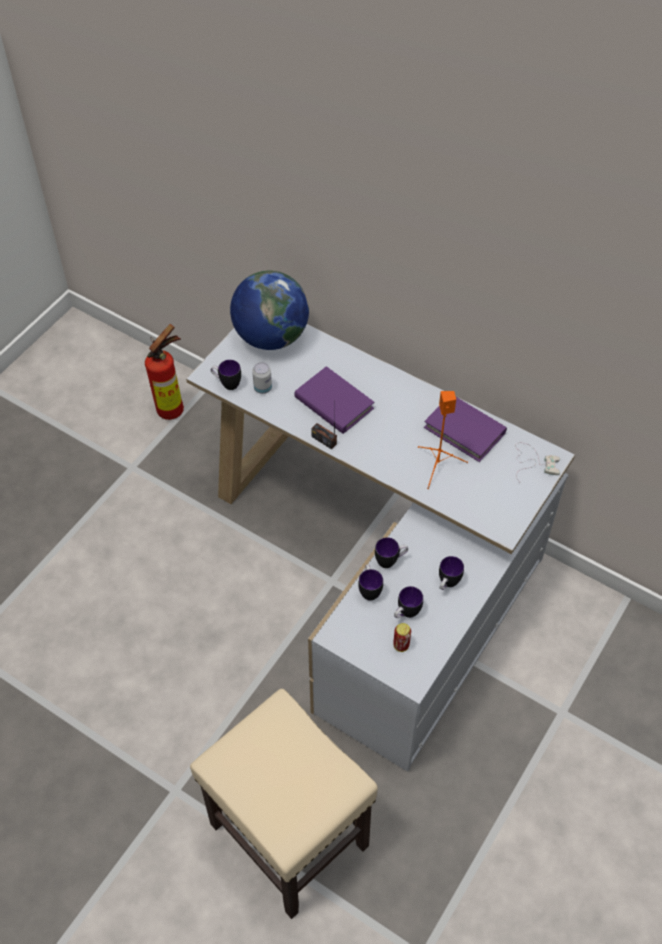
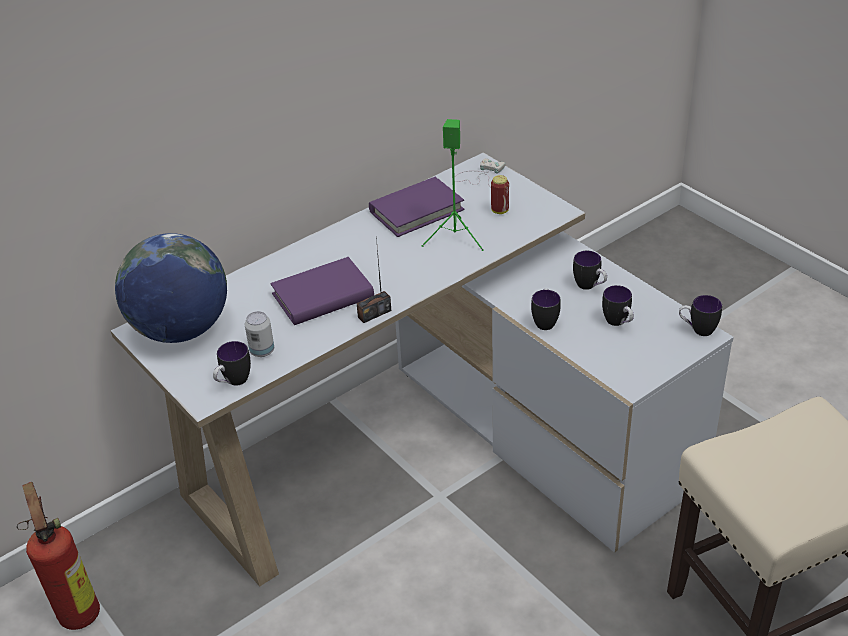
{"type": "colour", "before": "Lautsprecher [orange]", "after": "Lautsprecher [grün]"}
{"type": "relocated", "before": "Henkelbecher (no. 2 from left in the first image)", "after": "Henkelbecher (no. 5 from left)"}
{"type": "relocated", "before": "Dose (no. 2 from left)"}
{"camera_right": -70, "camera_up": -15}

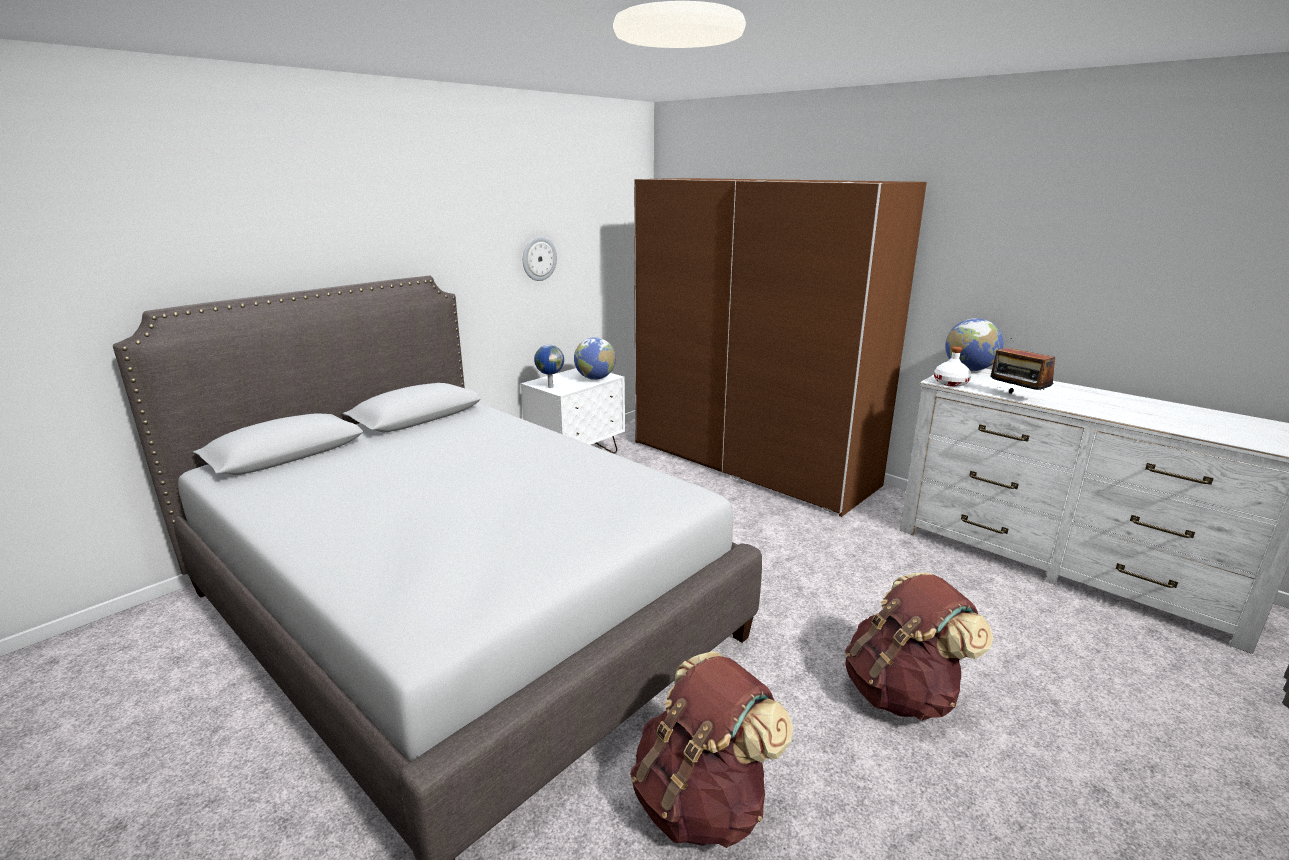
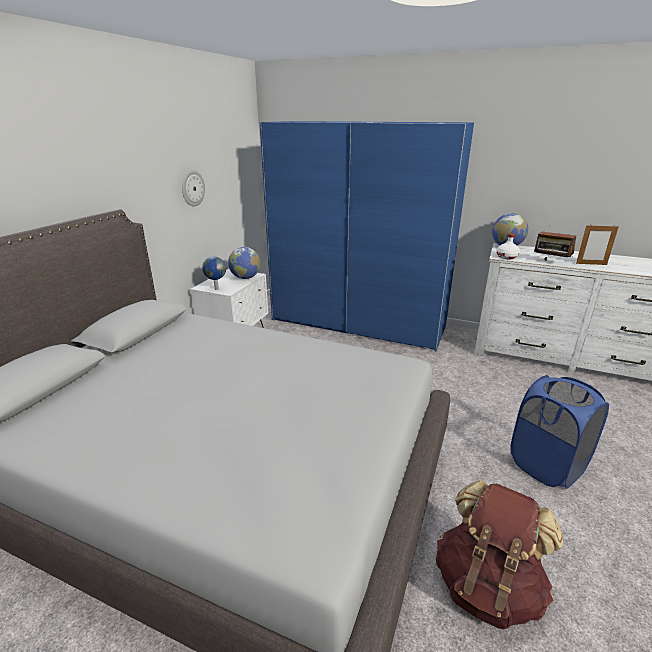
{"type": "colour", "before": "Kleiderschrank [braun]", "after": "Kleiderschrank [blau]"}
{"type": "exchanged", "before": "Rucksack [braun] (no. 2 from left)", "after": "Wäschekorb [blau]"}
{"type": "appeared", "after": "Bilderrahmen"}
{"camera_right": -20, "camera_up": 5}

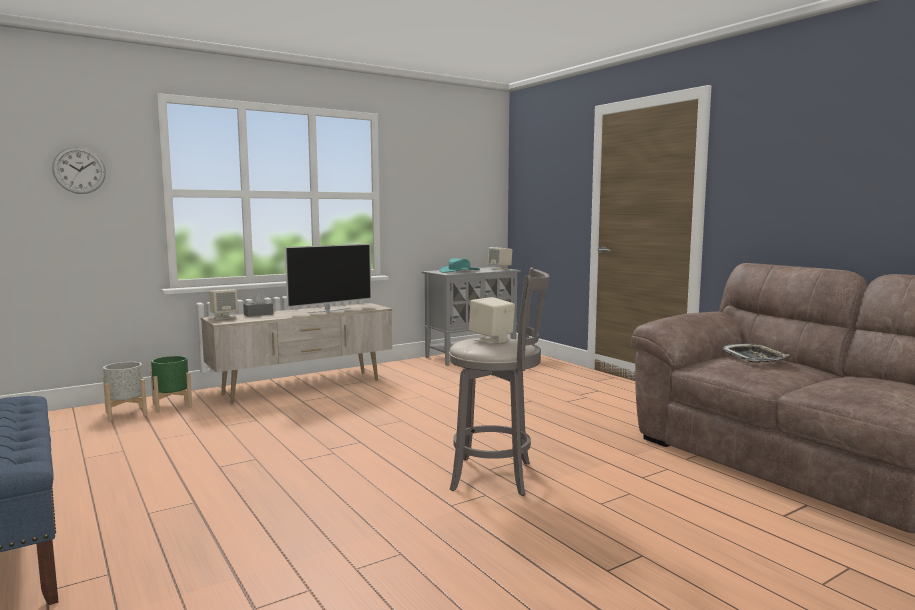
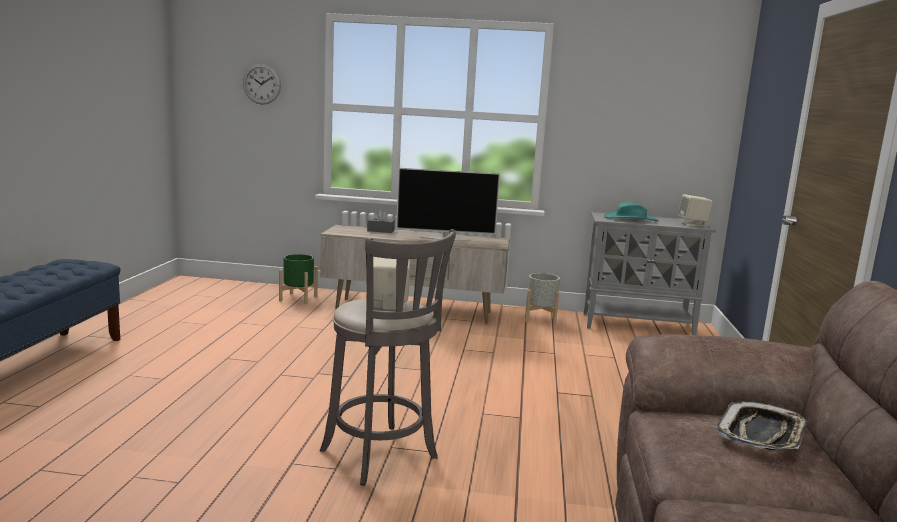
{"type": "missing", "before": "Lautsprecher [beige] (no. 1 from left)"}
{"type": "relocated", "before": "Pflanzkübel [grau]"}
{"camera_right": 40, "camera_up": 5}

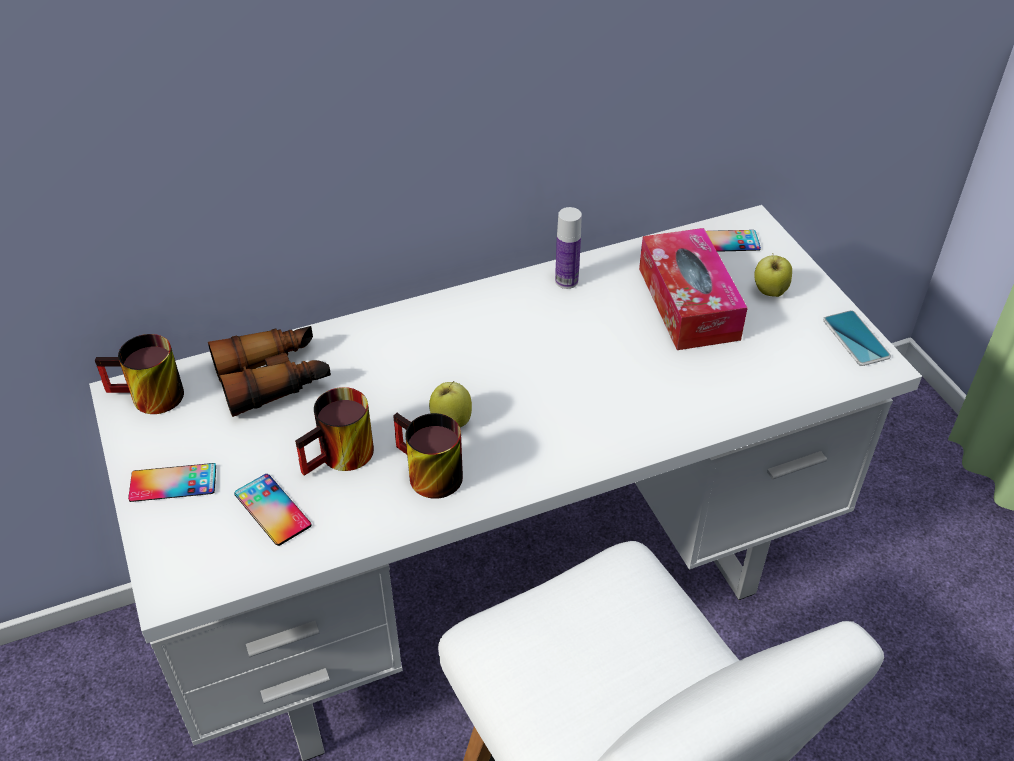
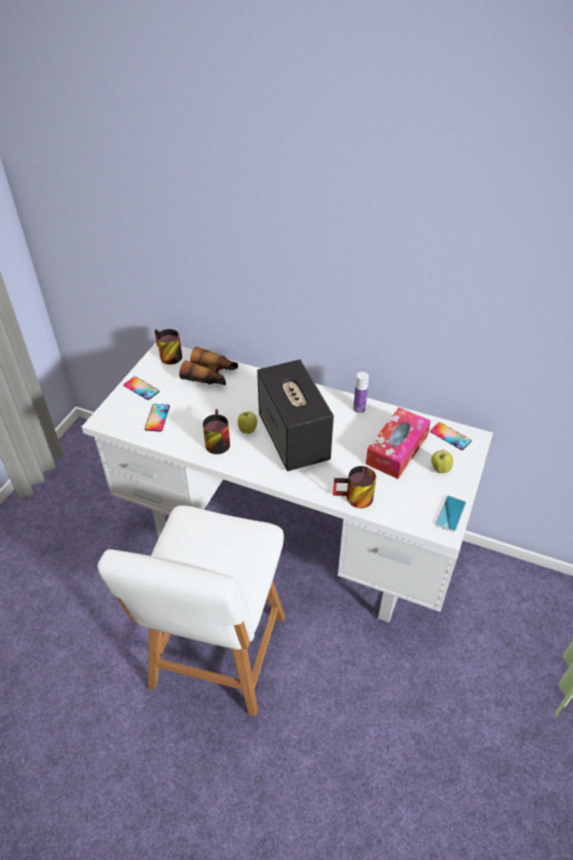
{"type": "relocated", "before": "Henkelbecher (no. 2 from left in the first image)", "after": "Henkelbecher (no. 3 from left)"}
{"type": "appeared", "after": "Lautsprecher"}
{"camera_right": 45, "camera_up": 0}

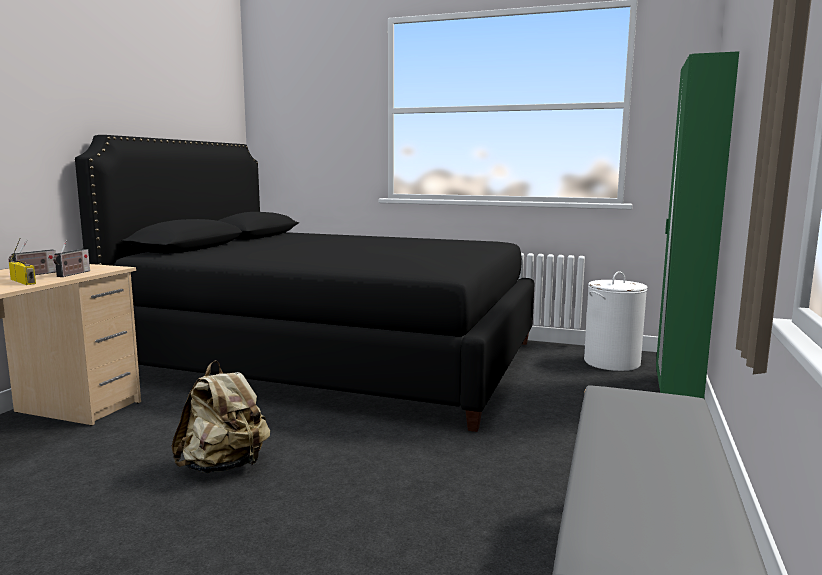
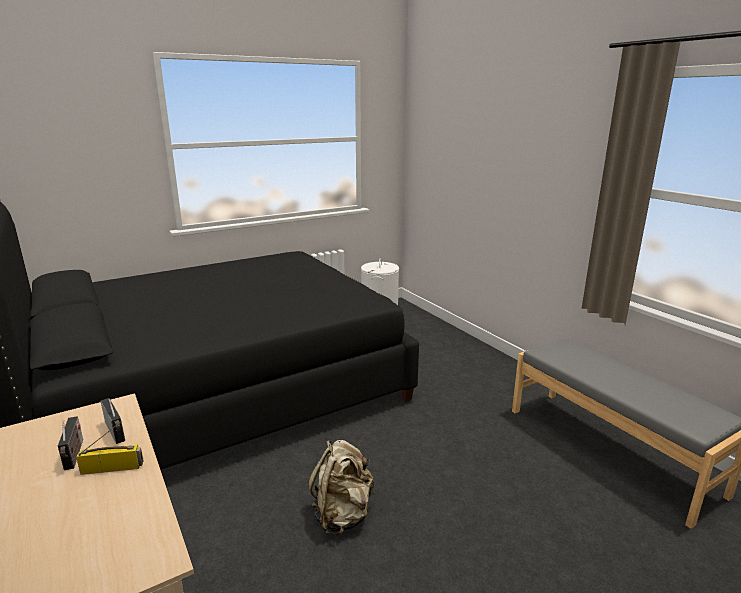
{"type": "missing", "before": "Kleiderschrank [grün]"}
{"camera_right": -50, "camera_up": 10}

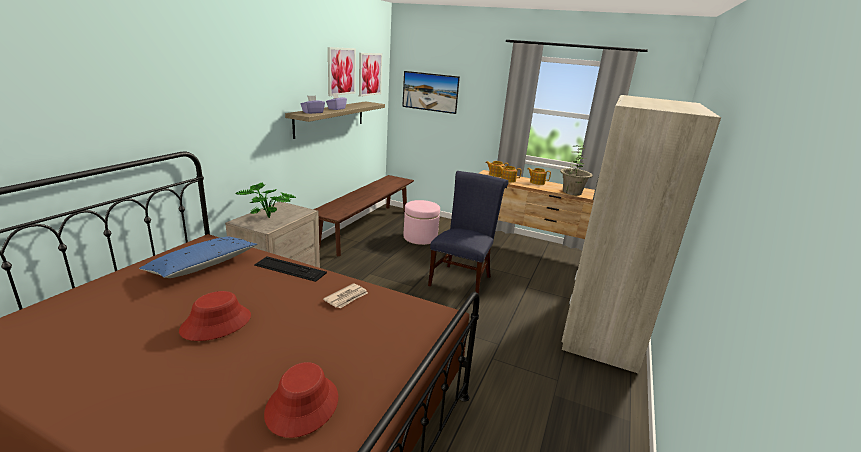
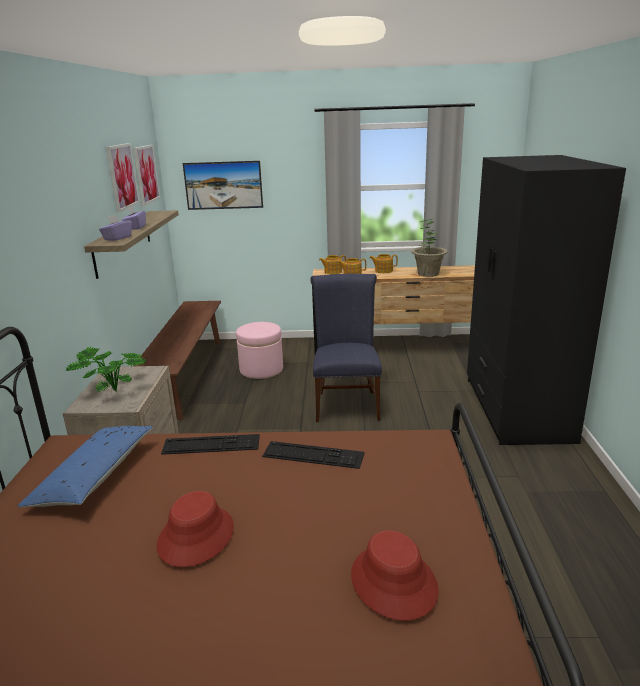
{"type": "colour", "before": "Kleiderschrank [beige]", "after": "Kleiderschrank [schwarz]"}
{"type": "exchanged", "before": "Zeitung", "after": "Tastatur (no. 2 from left)"}
{"camera_right": -20, "camera_up": 0}

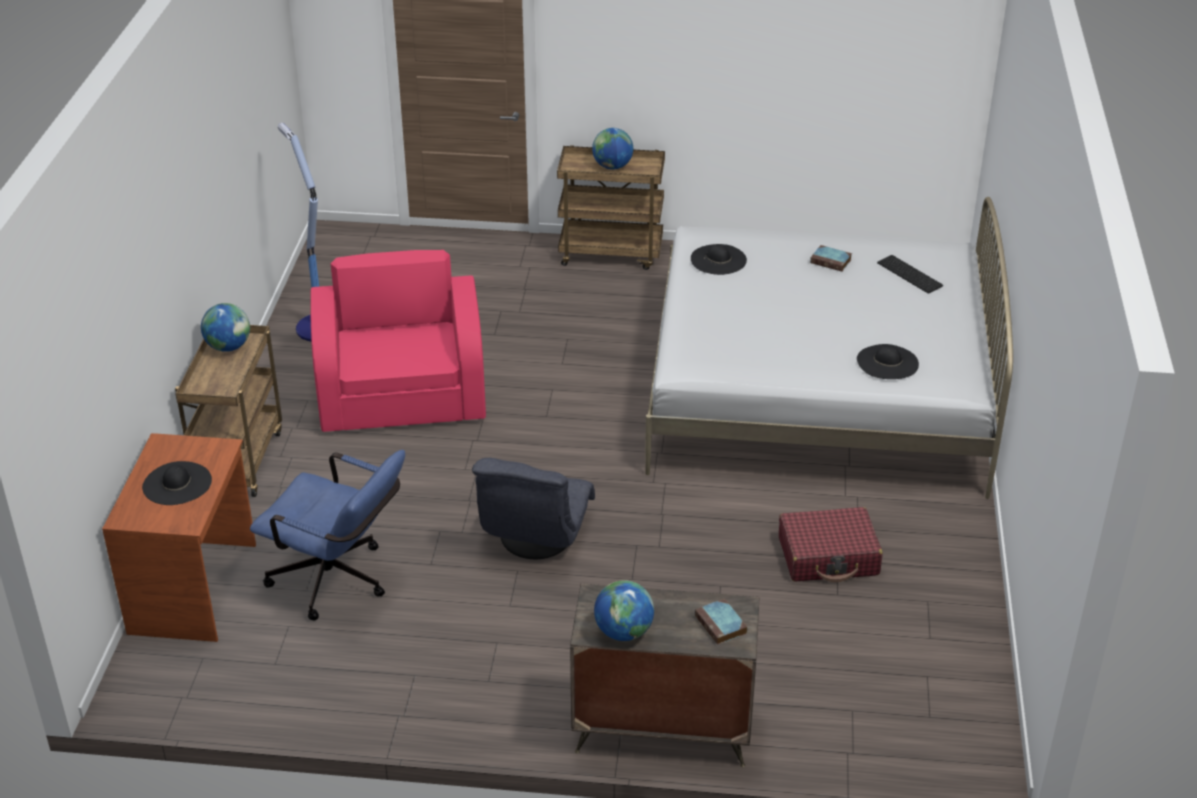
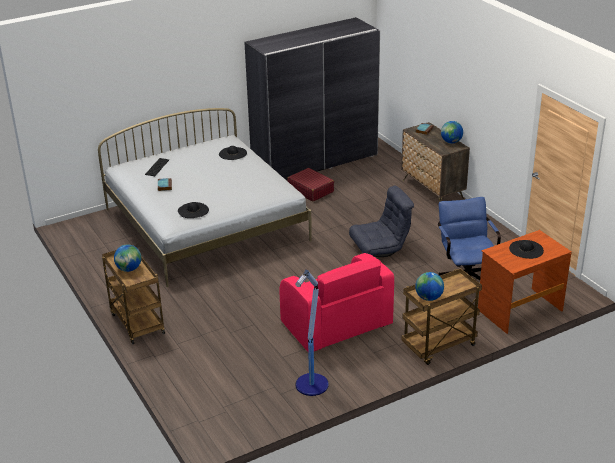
{"type": "spun", "before": "Sessel [rosa]", "turn": -75}
{"type": "appeared", "after": "Kleiderschrank [grau]"}
{"camera_right": -125, "camera_up": -5}

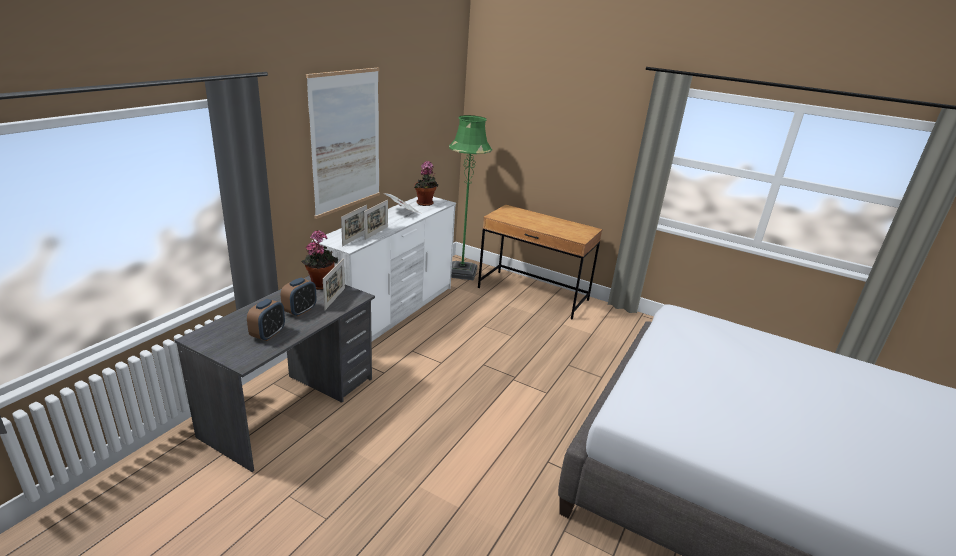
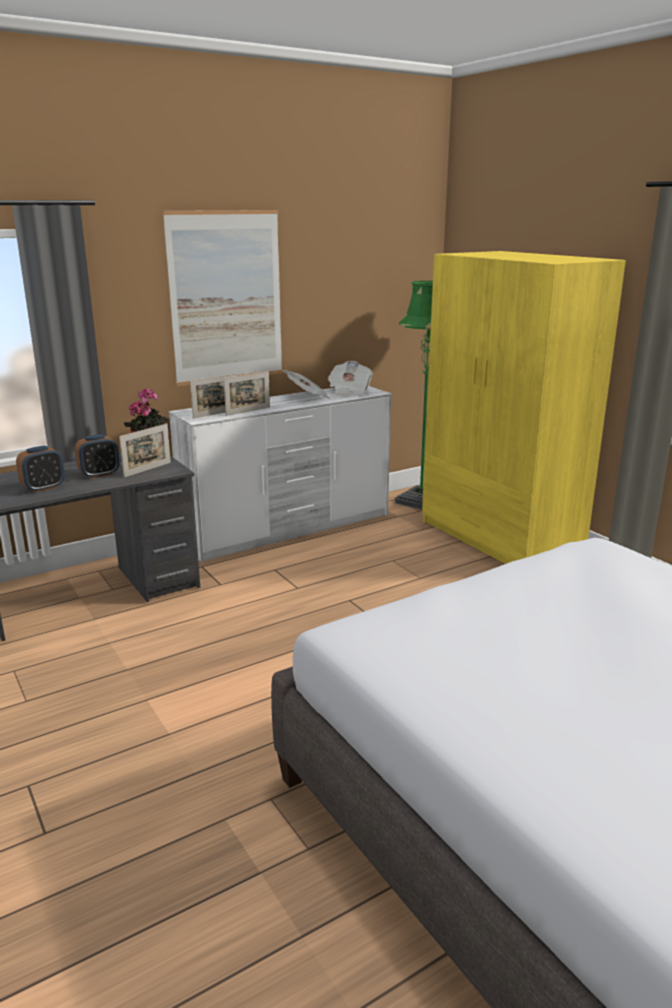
{"type": "exchanged", "before": "Topfpflanze (no. 2 from left)", "after": "Zeitung (no. 2 from left)"}
{"type": "exchanged", "before": "Schreibtisch [braun]", "after": "Kleiderschrank [gelb]"}
{"camera_right": 30, "camera_up": -5}

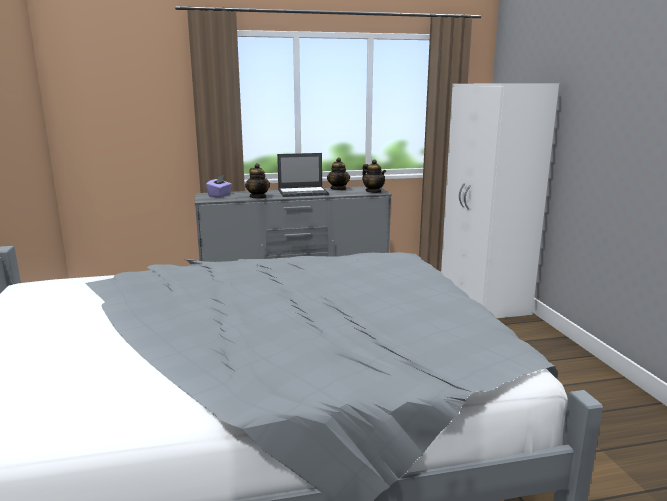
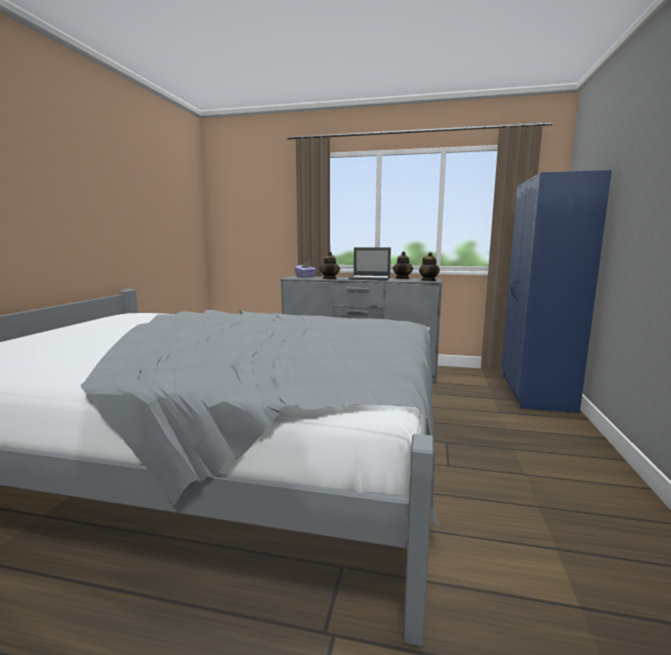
{"type": "colour", "before": "Kleiderschrank [weiß]", "after": "Kleiderschrank [blau]"}
{"camera_right": 25, "camera_up": -5}

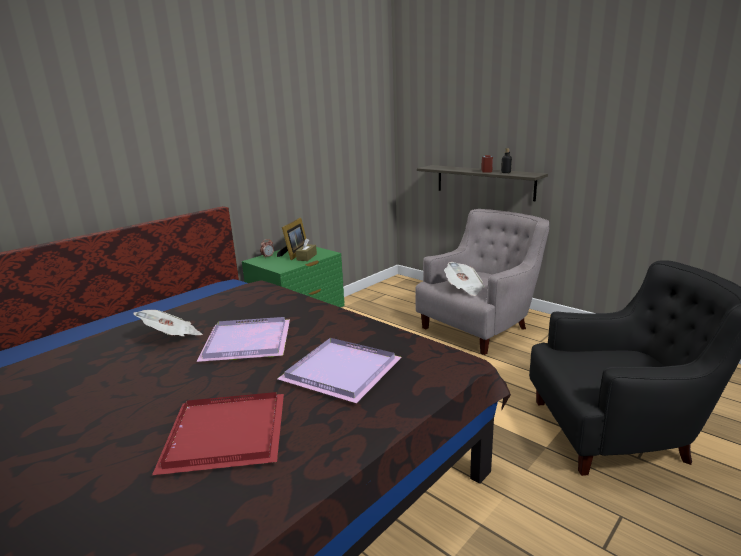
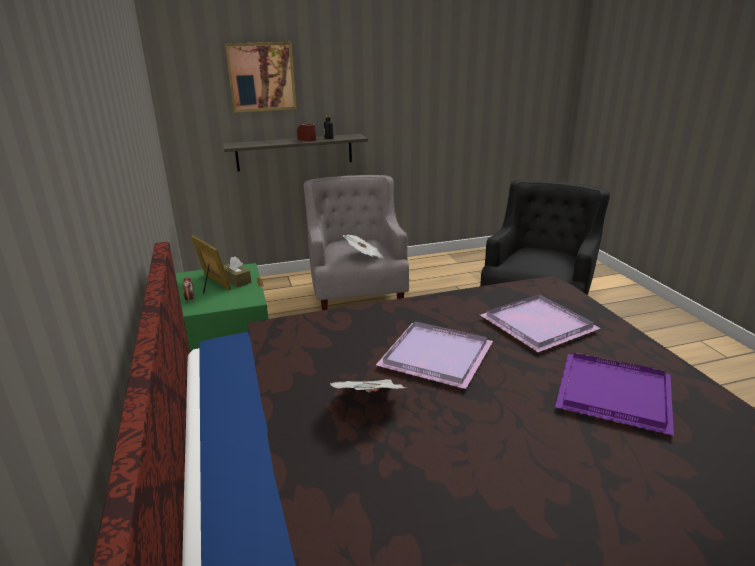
{"type": "colour", "before": "Tablett [rot]", "after": "Tablett [lila] (no. 3 from left)"}
{"type": "appeared", "after": "Bild"}
{"camera_right": -60, "camera_up": 5}

